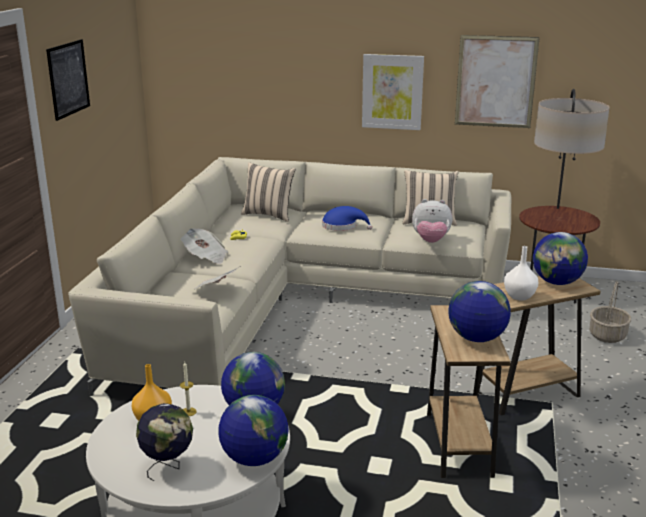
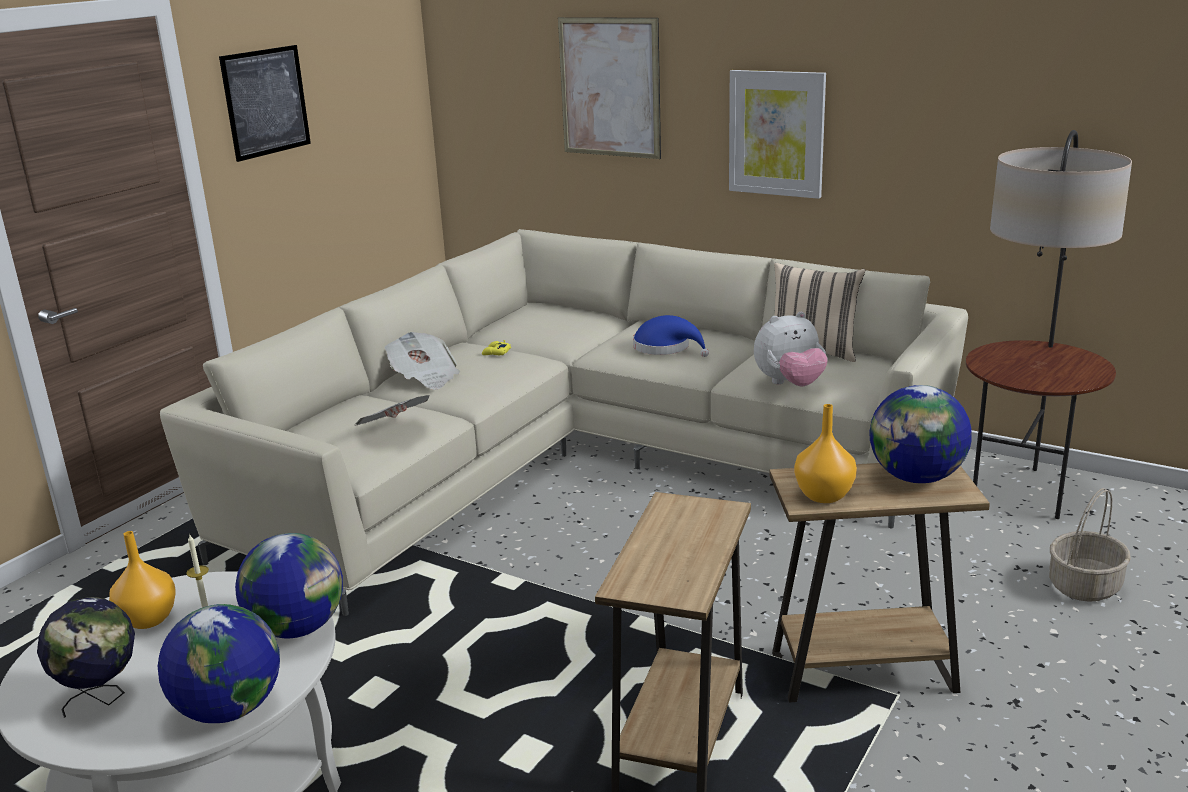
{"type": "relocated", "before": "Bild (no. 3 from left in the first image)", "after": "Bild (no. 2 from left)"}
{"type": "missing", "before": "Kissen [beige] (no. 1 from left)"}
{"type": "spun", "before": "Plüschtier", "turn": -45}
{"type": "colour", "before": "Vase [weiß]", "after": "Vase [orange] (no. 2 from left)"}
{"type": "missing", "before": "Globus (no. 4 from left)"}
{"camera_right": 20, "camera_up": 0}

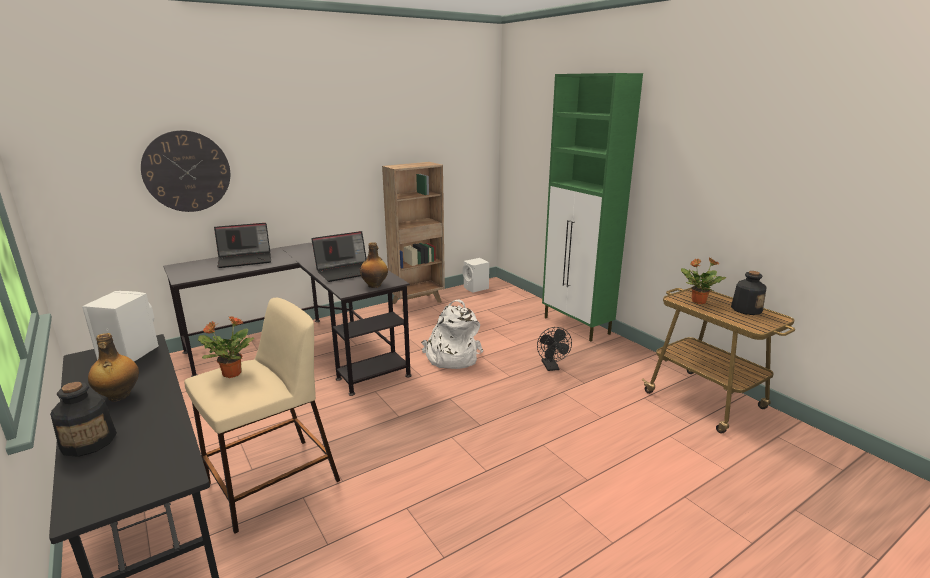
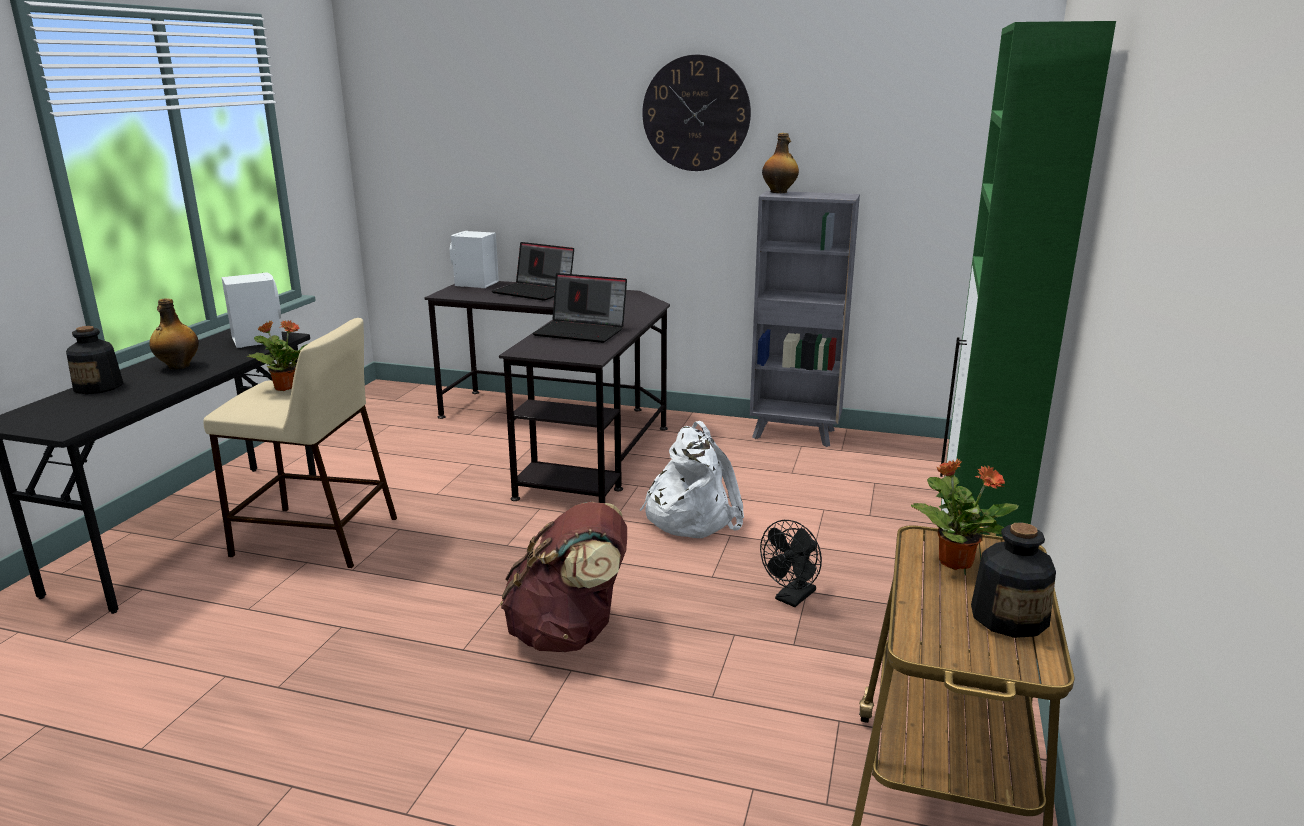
{"type": "relocated", "before": "Wanduhr"}
{"type": "colour", "before": "Bücherregal [braun]", "after": "Bücherregal [grau]"}
{"type": "relocated", "before": "Flasche (no. 3 from left)"}
{"type": "relocated", "before": "Lautsprecher [weiß] (no. 2 from left)"}
{"type": "appeared", "after": "Rucksack [braun]"}
{"camera_right": 50, "camera_up": 0}

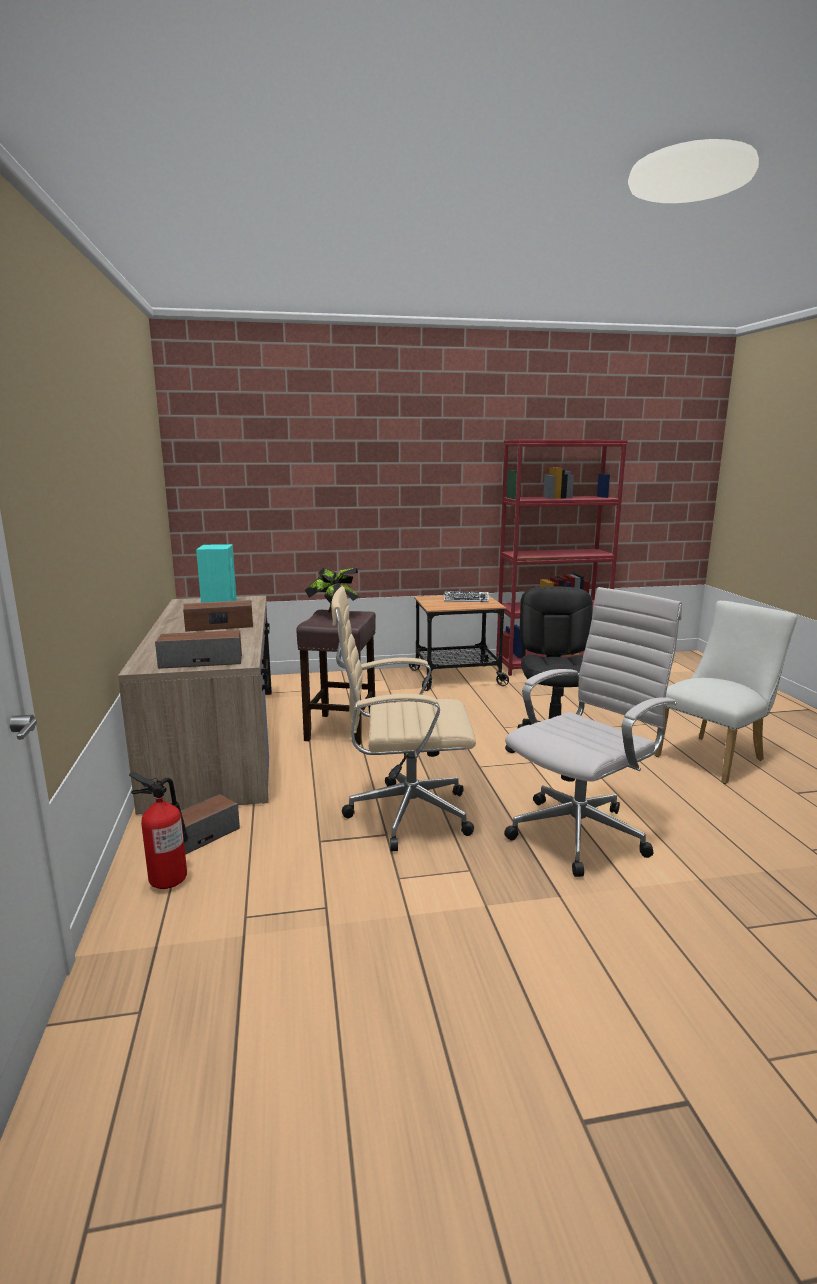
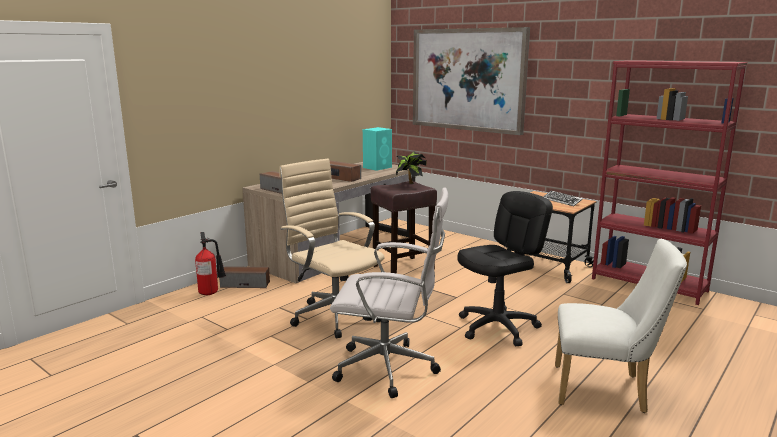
{"type": "appeared", "after": "Bild"}
{"camera_right": 50, "camera_up": 0}

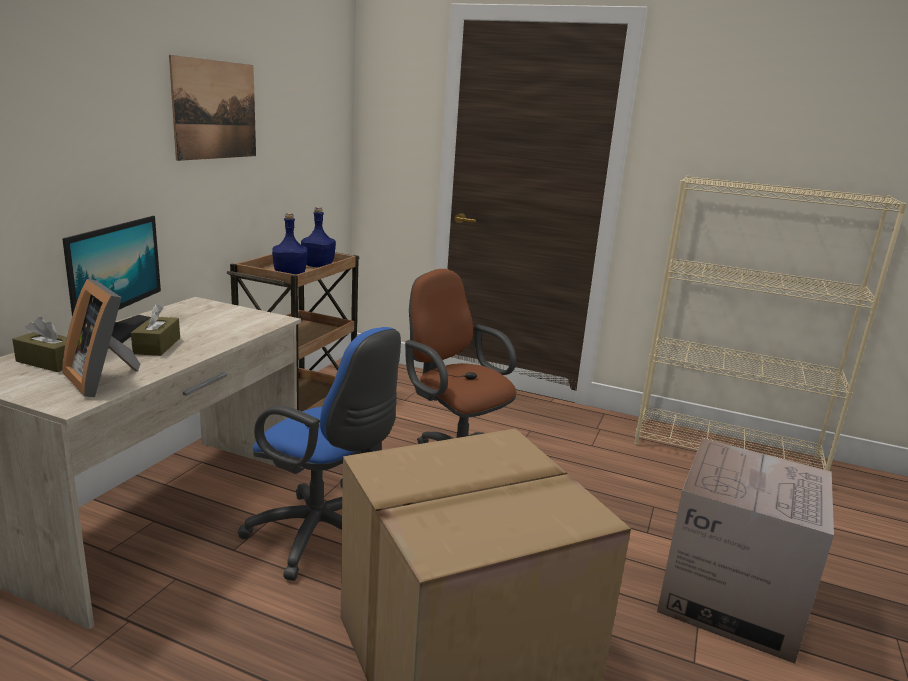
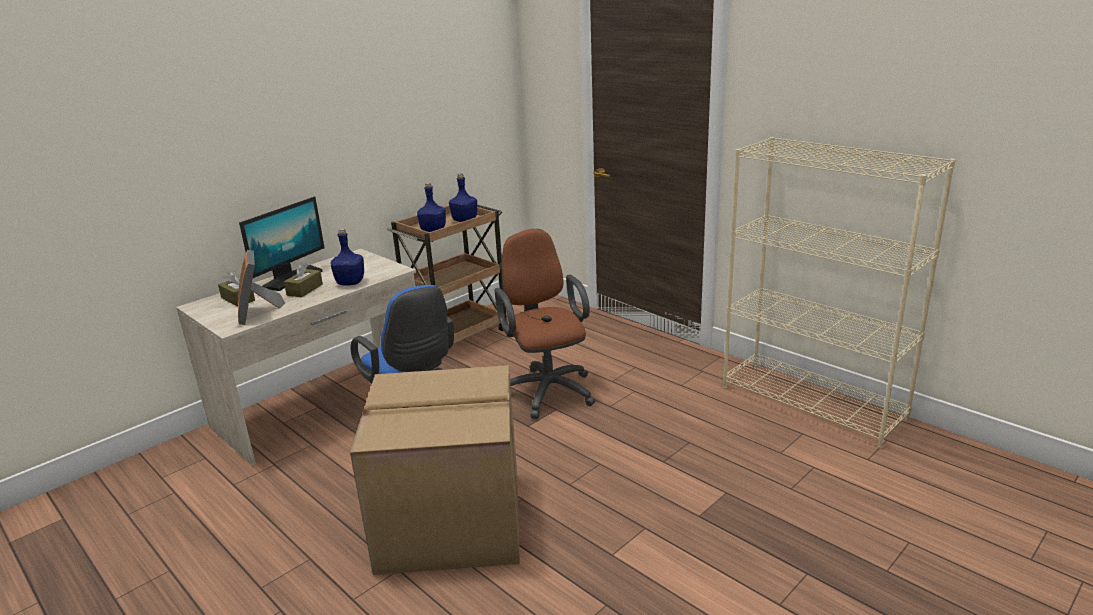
{"type": "missing", "before": "Bild"}
{"type": "missing", "before": "Karton (no. 2 from left)"}
{"type": "appeared", "after": "Flasche [blau] (no. 1 from left)"}
{"camera_right": 25, "camera_up": 5}

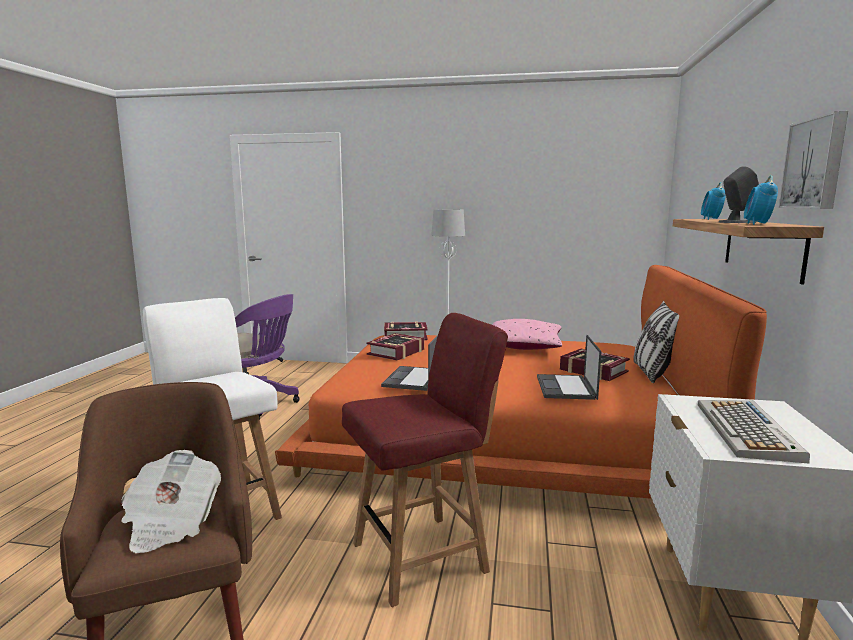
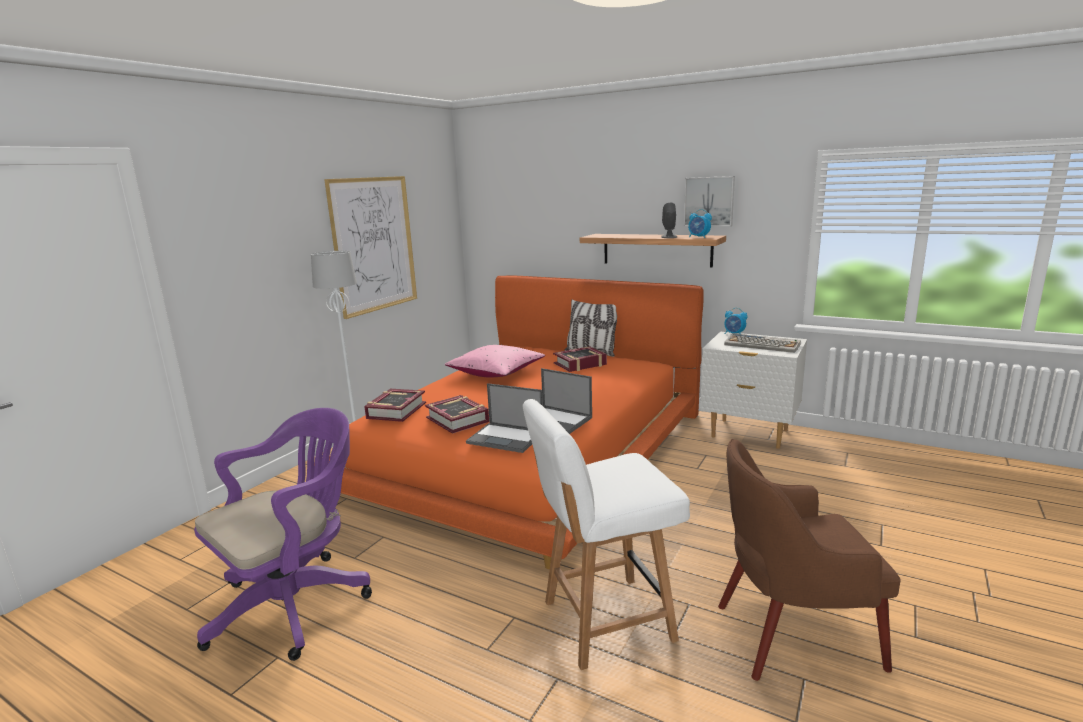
{"type": "relocated", "before": "Wecker (no. 1 from left in the first image)", "after": "Wecker (no. 2 from left)"}
{"type": "missing", "before": "Stuhl [rot]"}
{"type": "relocated", "before": "Laptop (no. 2 from left in the first image)", "after": "Laptop (no. 1 from left)"}
{"type": "missing", "before": "Zeitung"}
{"type": "appeared", "after": "Bild (no. 1 from left)"}
{"camera_right": -70, "camera_up": 5}

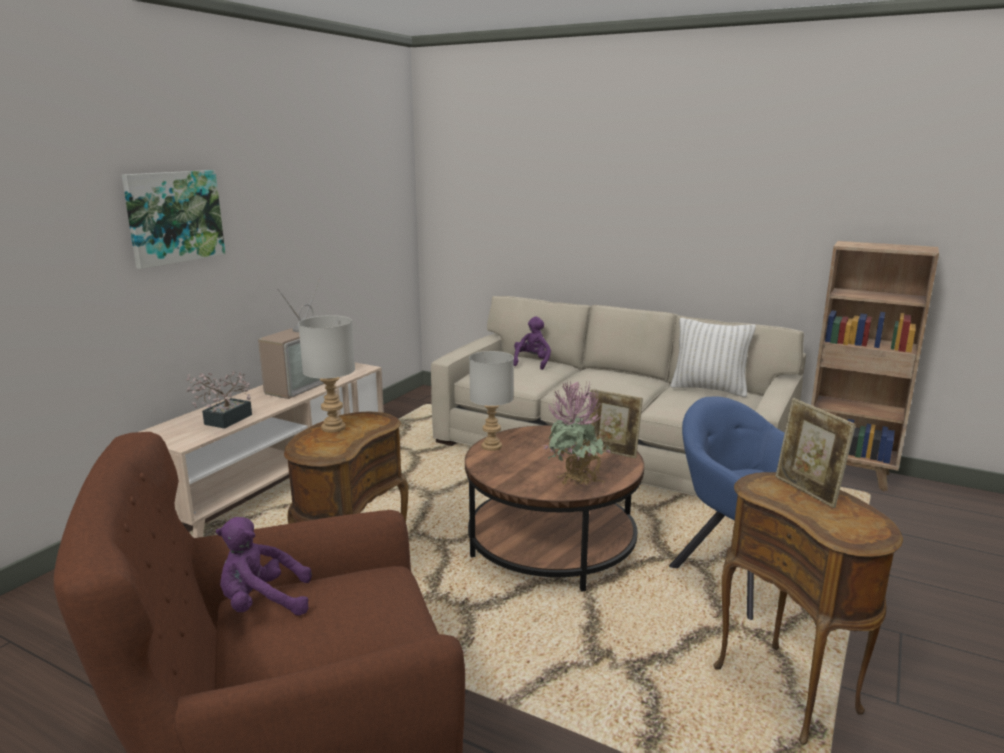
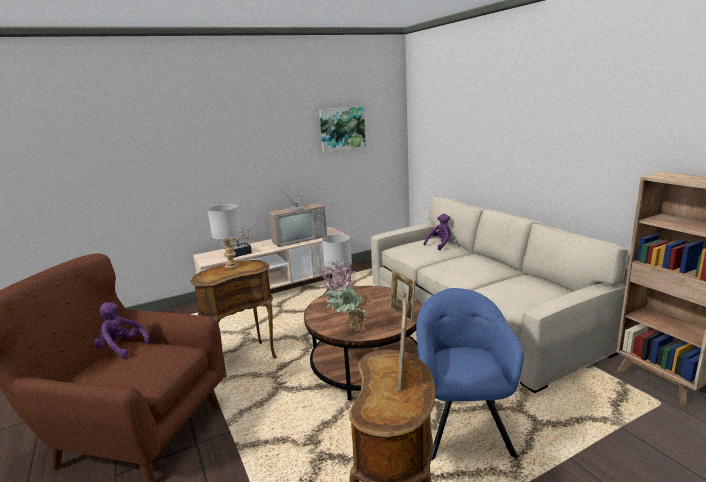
{"type": "relocated", "before": "Bild"}
{"type": "missing", "before": "Kissen [weiß]"}
{"camera_right": 35, "camera_up": 0}

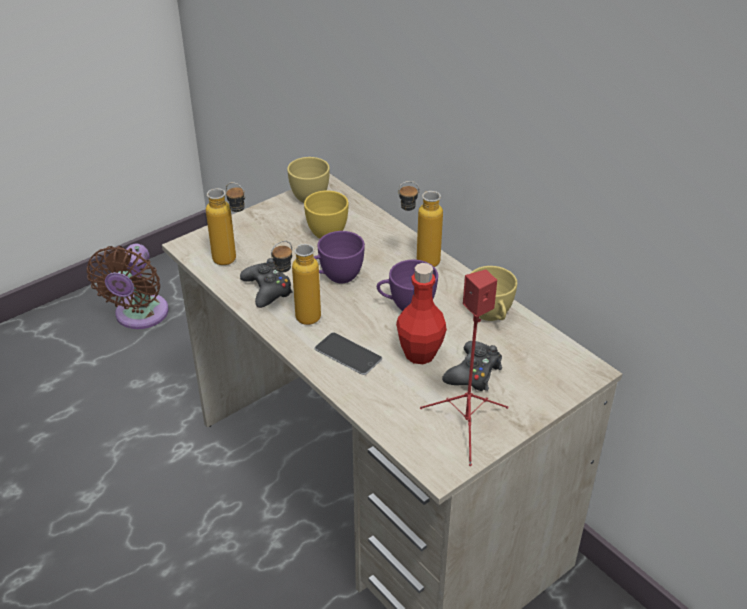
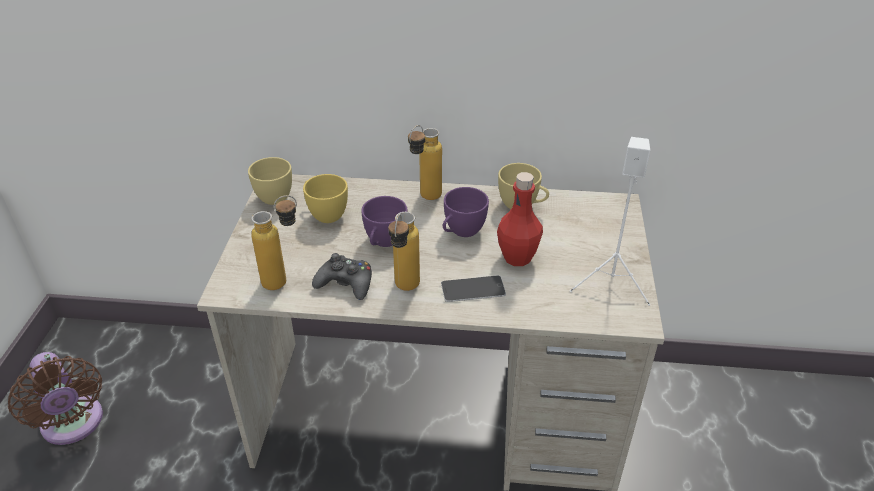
{"type": "colour", "before": "Lautsprecher [rot]", "after": "Lautsprecher [weiß]"}
{"type": "missing", "before": "Gamepad [schwarz] (no. 2 from left)"}
{"camera_right": -45, "camera_up": 0}

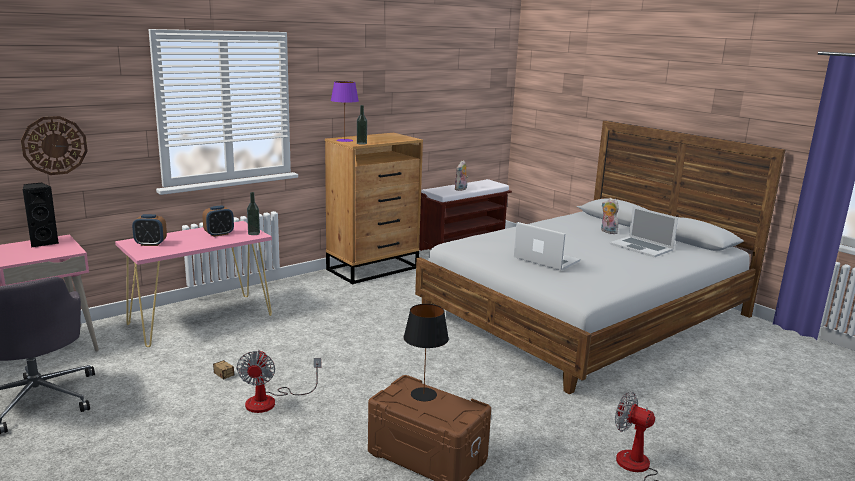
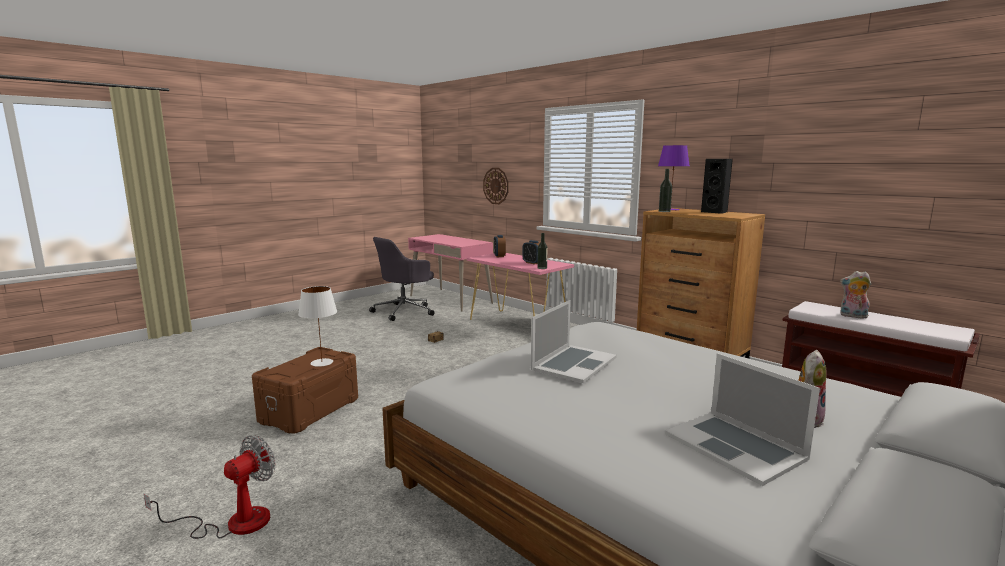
{"type": "relocated", "before": "Lautsprecher [schwarz]"}
{"type": "spun", "before": "Laptop (no. 2 from left)", "turn": -75}
{"type": "colour", "before": "Tischlampe [schwarz]", "after": "Tischlampe [weiß]"}
{"type": "missing", "before": "Ventilator (no. 1 from left)"}
{"camera_right": 85, "camera_up": -5}

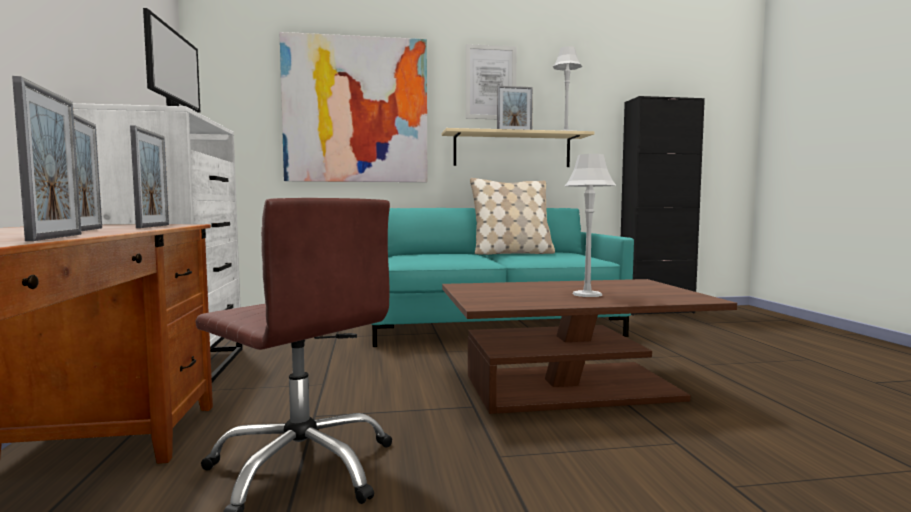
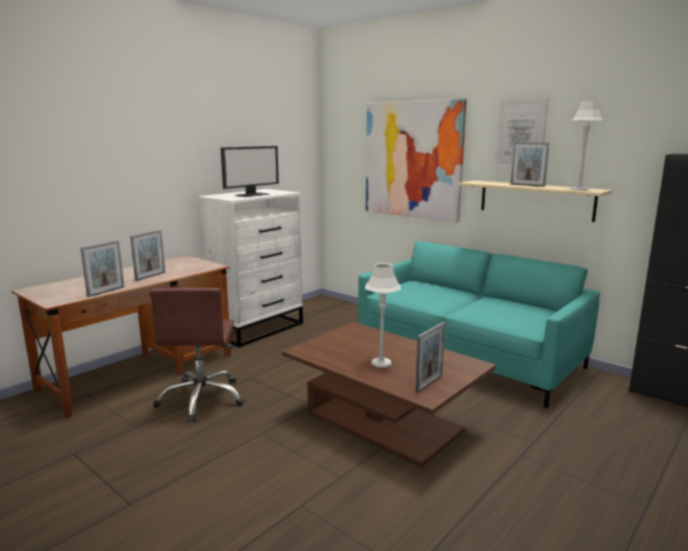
{"type": "relocated", "before": "Bilderrahmen (no. 3 from left)"}
{"type": "missing", "before": "Kissen [beige]"}
{"camera_right": 50, "camera_up": 10}

